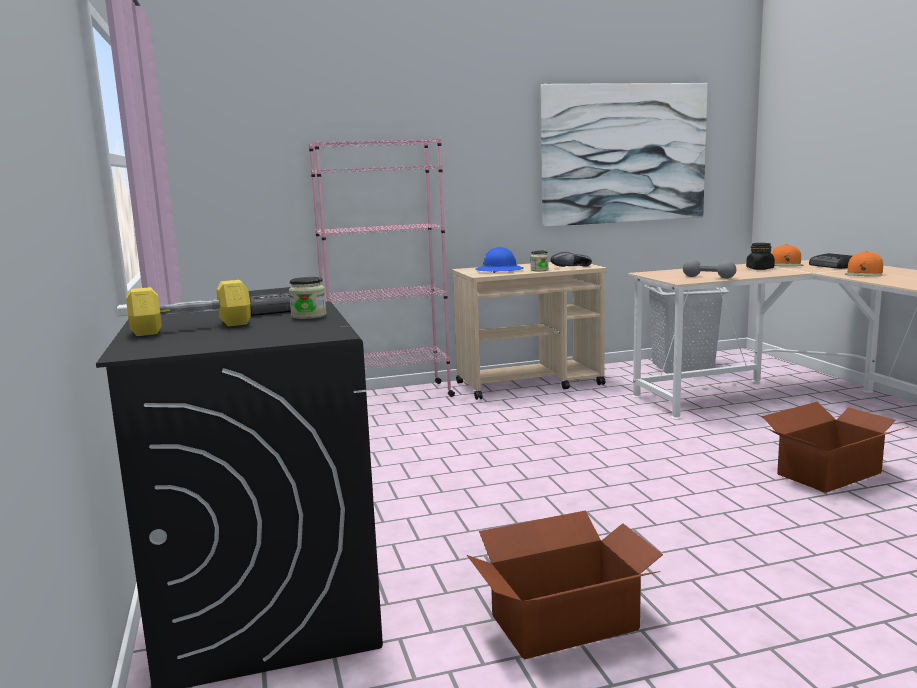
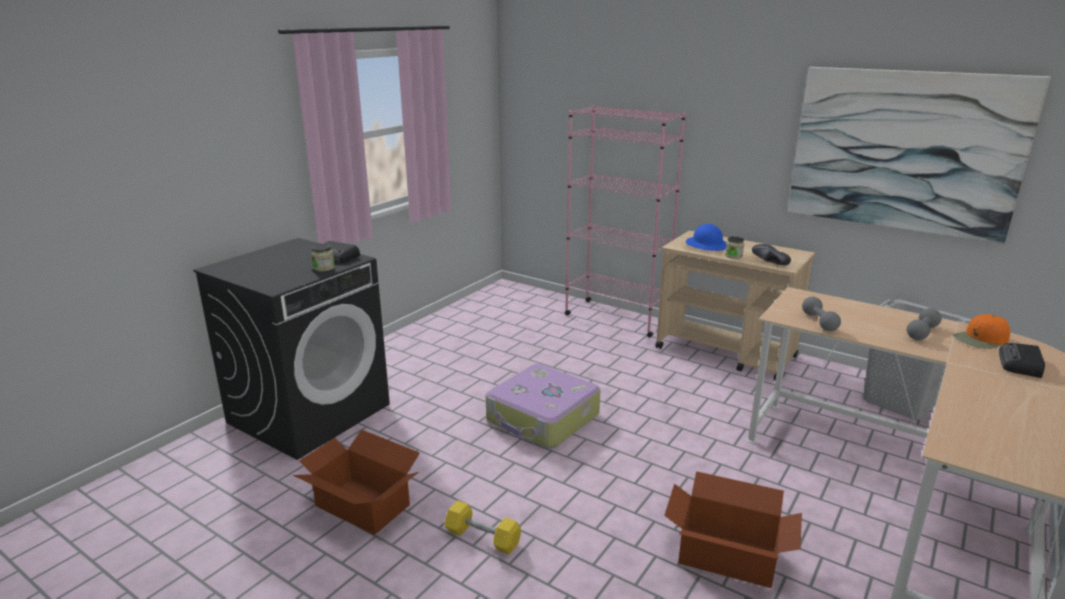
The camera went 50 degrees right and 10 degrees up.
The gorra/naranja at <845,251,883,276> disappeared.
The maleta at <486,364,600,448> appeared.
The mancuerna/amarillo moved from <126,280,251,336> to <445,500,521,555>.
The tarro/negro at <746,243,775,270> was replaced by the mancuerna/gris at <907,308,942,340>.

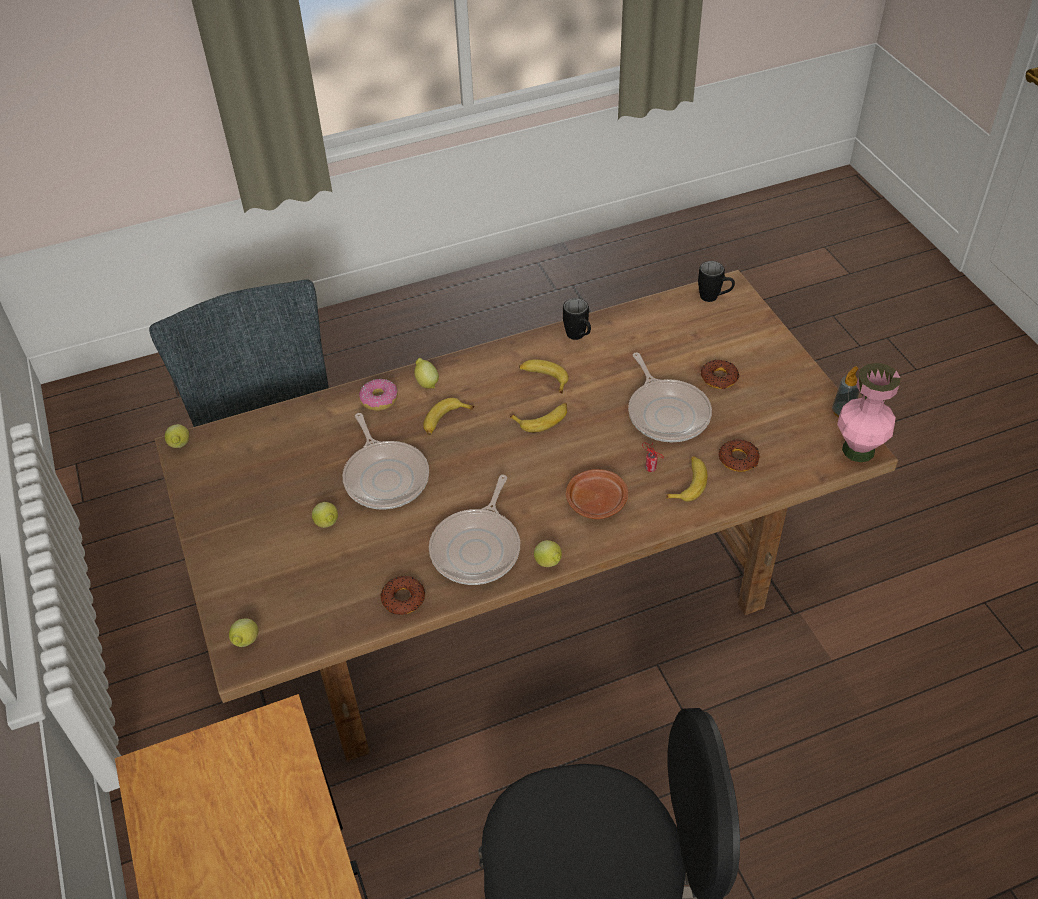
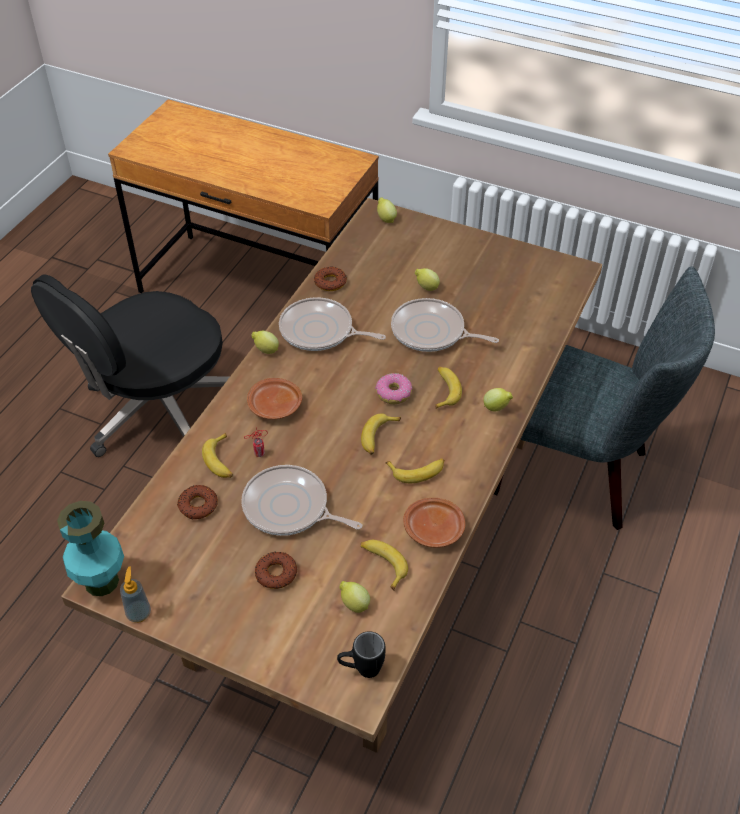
The camera went 135 degrees right and 0 degrees up.
The plátano at <361,540,408,590> appeared.
The limón moved from <165,424,189,448> to <340,581,370,613>.
The rosquilla moved from <359,379,398,411> to <375,373,412,404>.
The taza grande/negro at <563,298,591,340> was replaced by the plato/marrón at <403,498,465,548>.
The florero/rosa at <837,363,901,462> became the florero/turquesa at <57,501,124,596>.
The sartén at <429,475,520,585> turned 45 degrees counterclockwise.

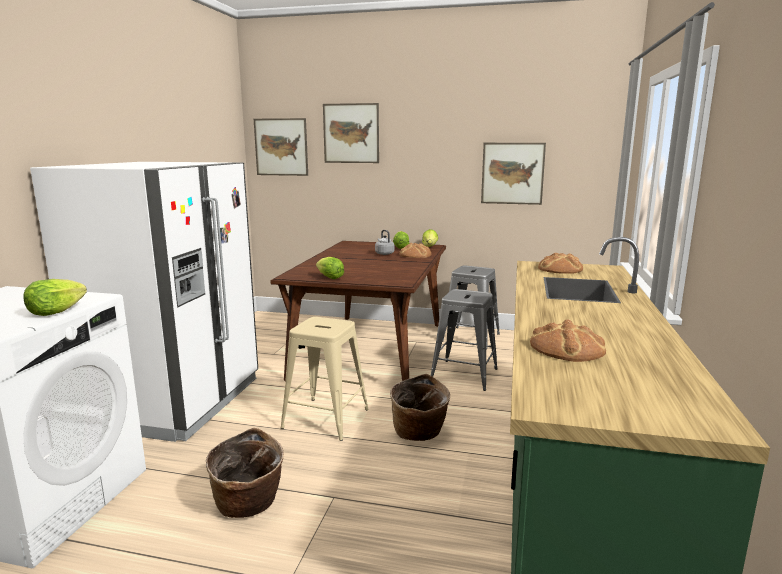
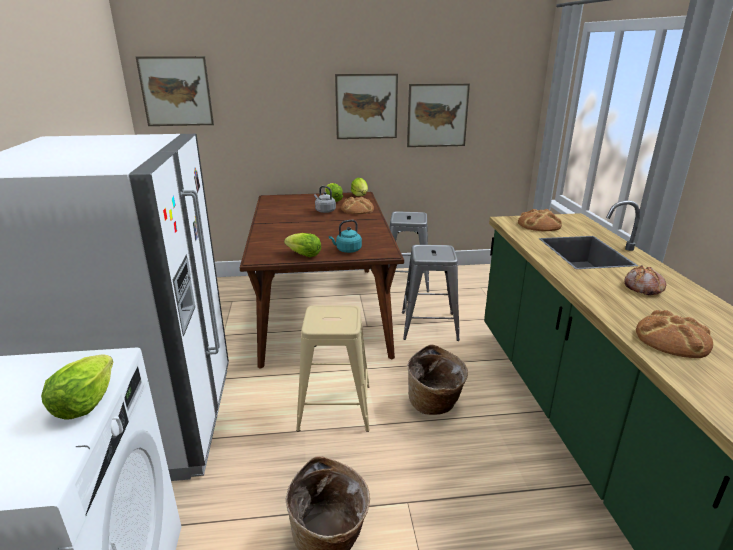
The camera went 20 degrees left and 10 degrees up.
The hervidor/turquesa at <329,220,362,253> appeared.
The pan at <625,265,666,295> appeared.
The cuadro moved from <323,103,379,163> to <335,74,398,139>.

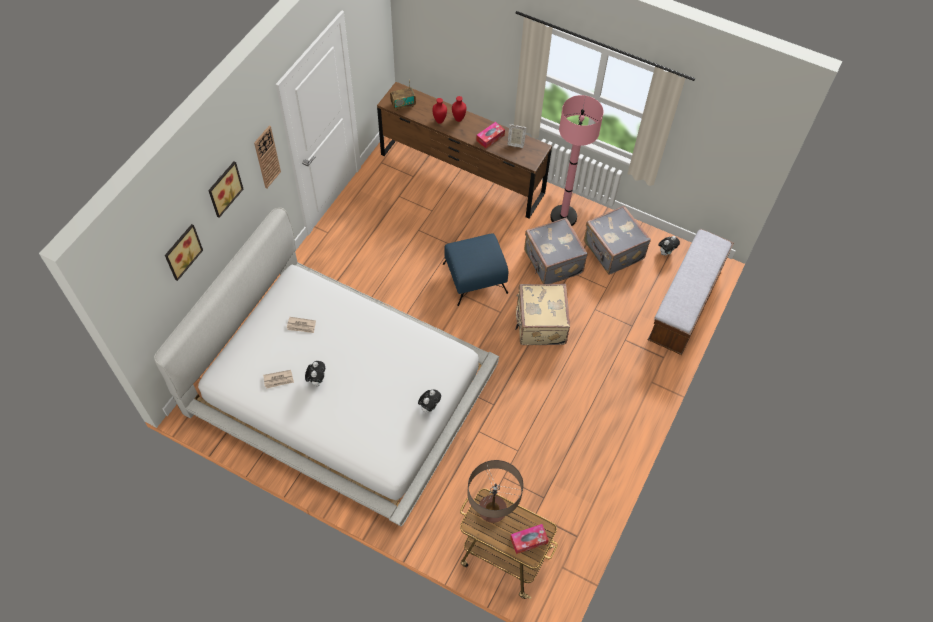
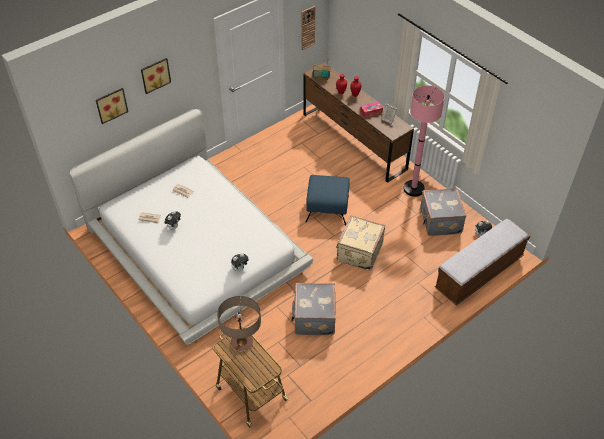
The camera went 25 degrees right and 10 degrees down.
The caja de pañuelos at <510,524,549,554> disappeared.
The reloj de pared moved from <254,126,281,188> to <302,6,316,50>.
The maleta/gris moved from <524,217,588,284> to <291,283,336,335>.

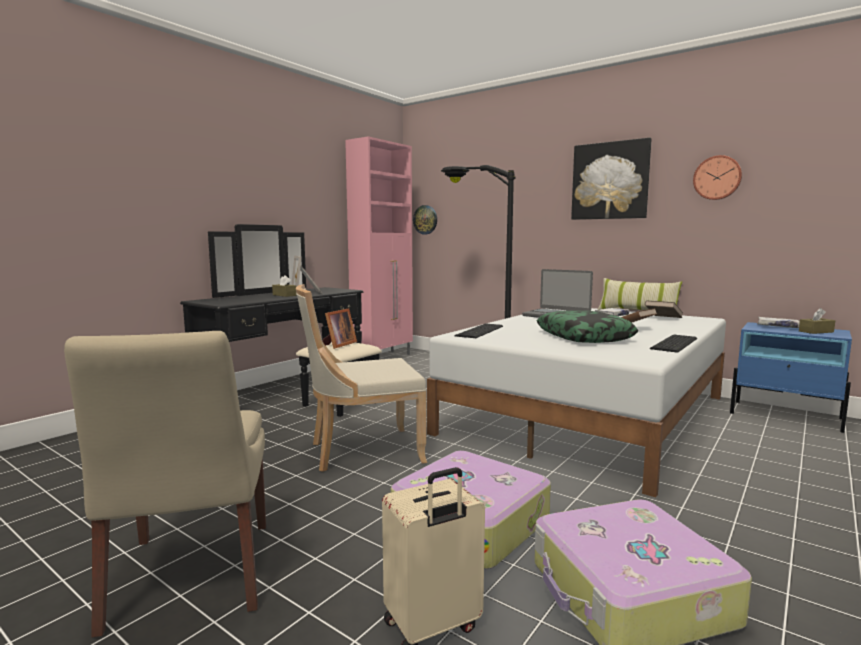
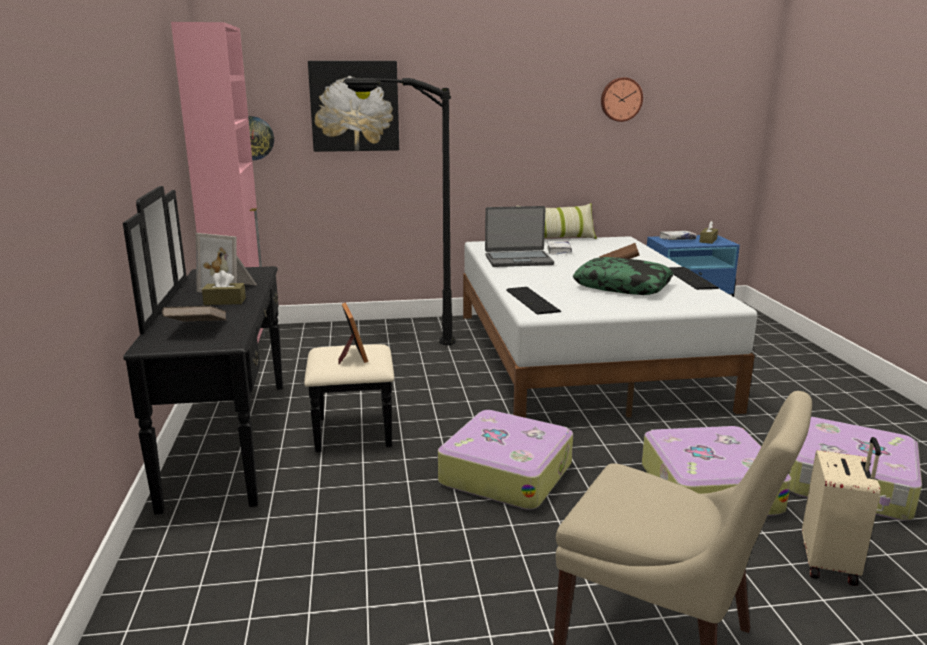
The camera went 45 degrees left and 10 degrees up.
The cuadro moved from <571,138,652,220> to <308,61,399,152>.
The libro/marrón moved from <645,300,683,318> to <162,306,227,322>.
The silla/beis at <296,284,427,472> was replaced by the maleta at <438,410,573,510>.

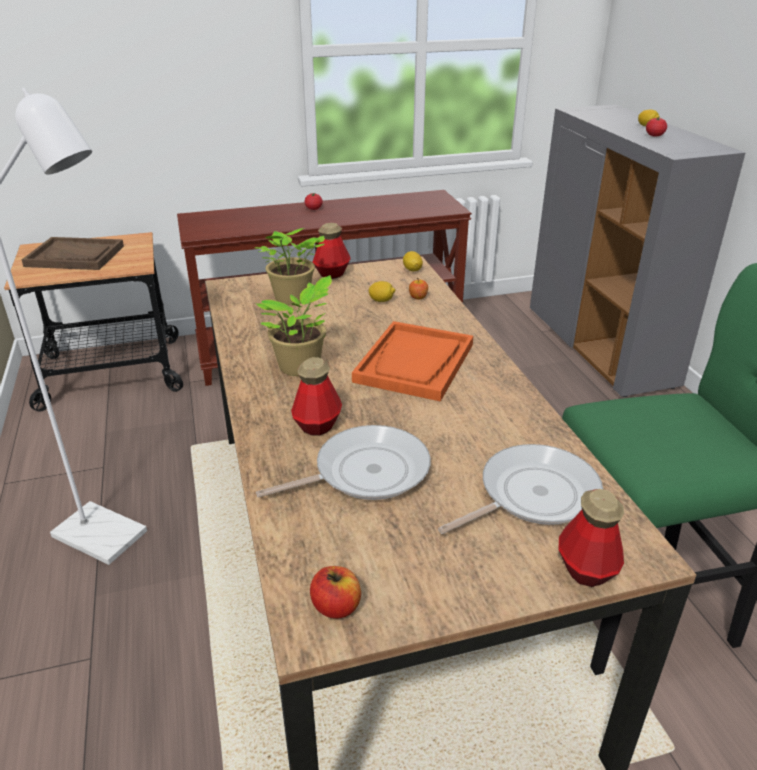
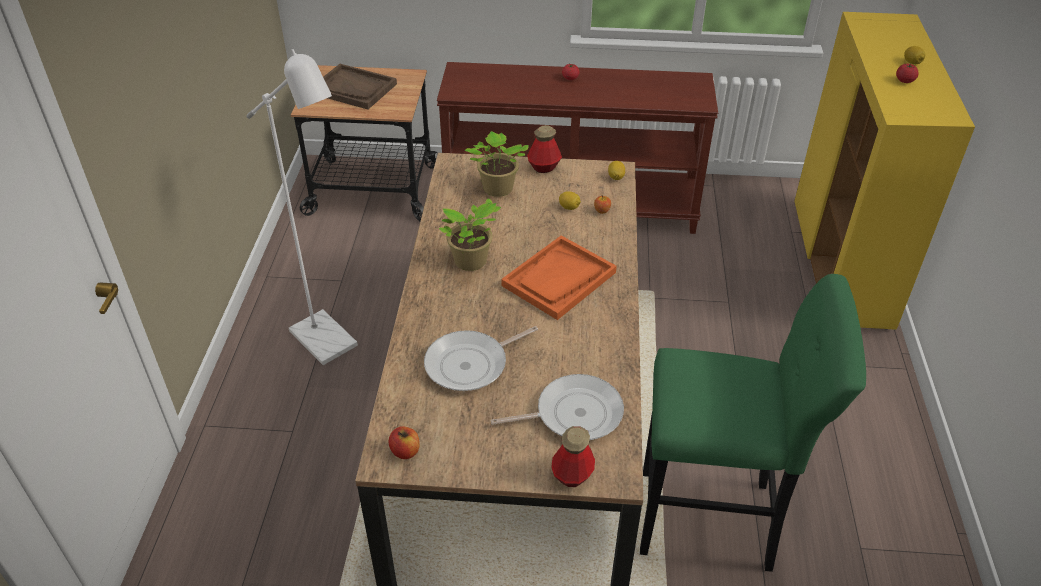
The camera went 20 degrees right and 10 degrees up.
The botella at <291,357,342,436> disappeared.
The armario/gris at <530,104,745,397> became the armario/amarillo at <794,12,975,330>.
The sartén at <256,425,431,500> turned 150 degrees clockwise.

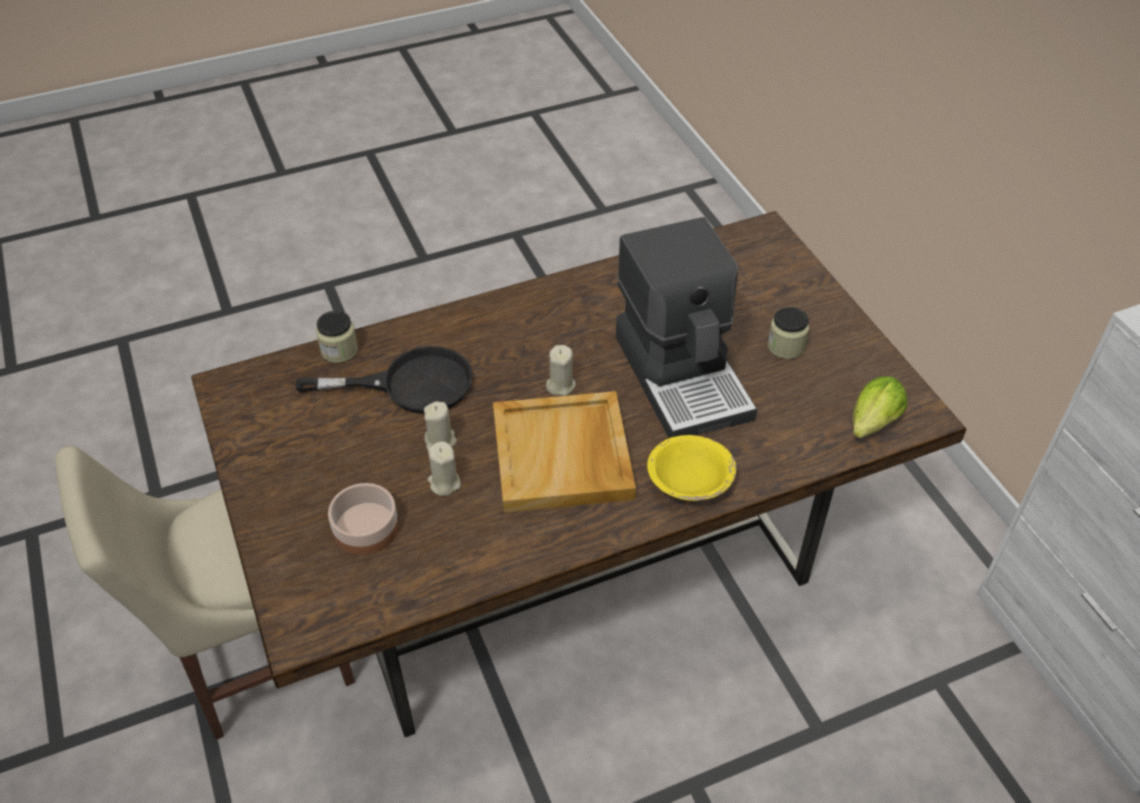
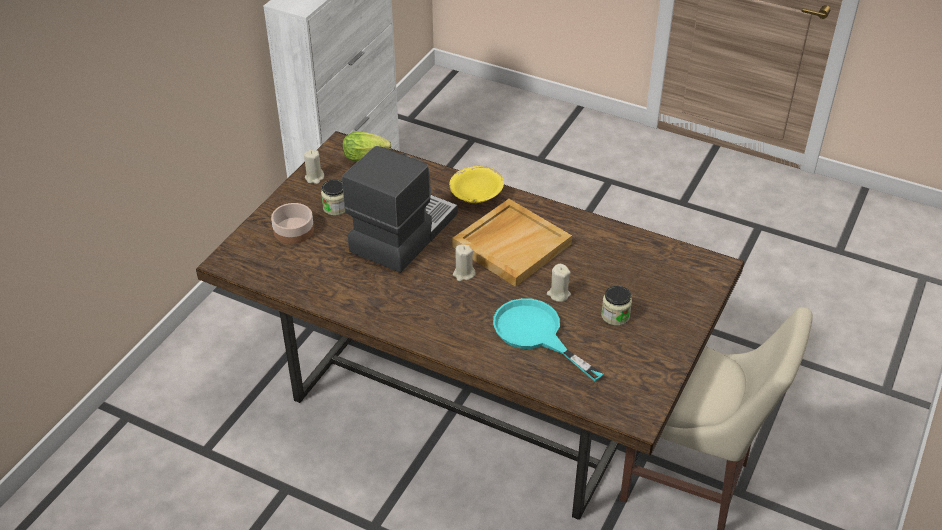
The camera went 130 degrees left and 5 degrees down.
The tarro moved from <316,311,358,363> to <601,286,632,326>.
The cuenco moved from <328,483,399,555> to <271,203,314,244>.
The vela/beis moved from <427,442,461,496> to <304,150,324,184>.
The sartén/negro at <296,346,473,414> became the sartén/turquesa at <493,298,603,381>.

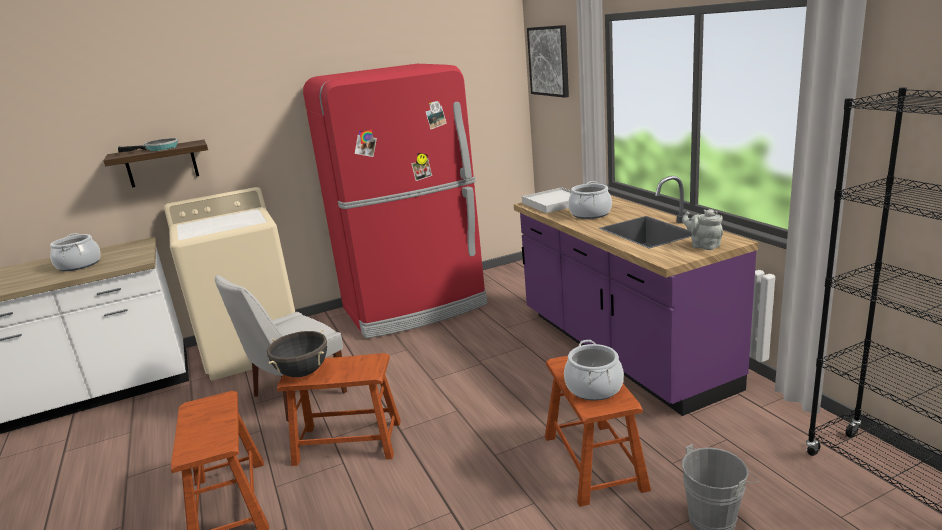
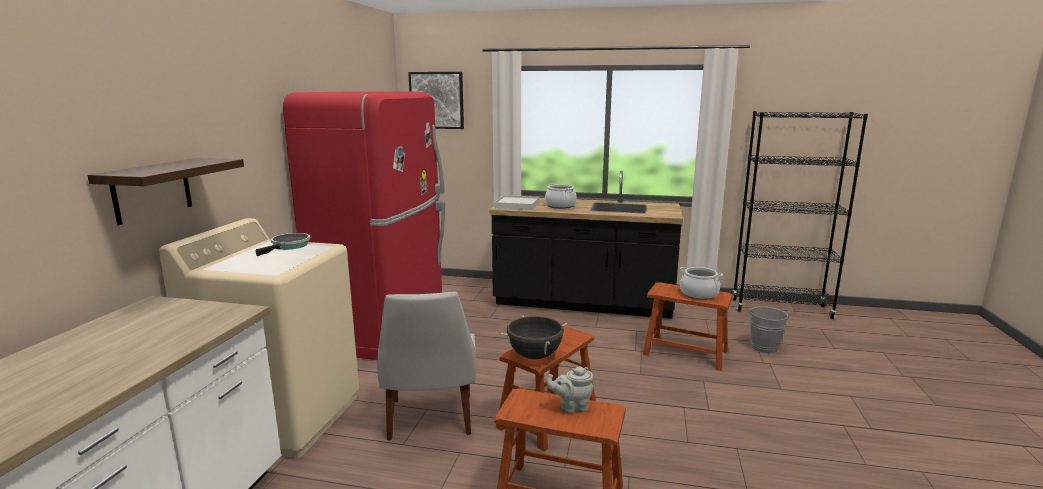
The camera went 55 degrees left and 5 degrees down.
The olla at <50,233,101,271> disappeared.
The sartén moved from <118,138,179,153> to <256,233,310,256>.
The tetera/gris moved from <682,209,723,250> to <547,367,593,413>.
The mueble bajo de cocina/morado at <514,176,759,416> became the mueble bajo de cocina/negro at <489,171,683,319>.

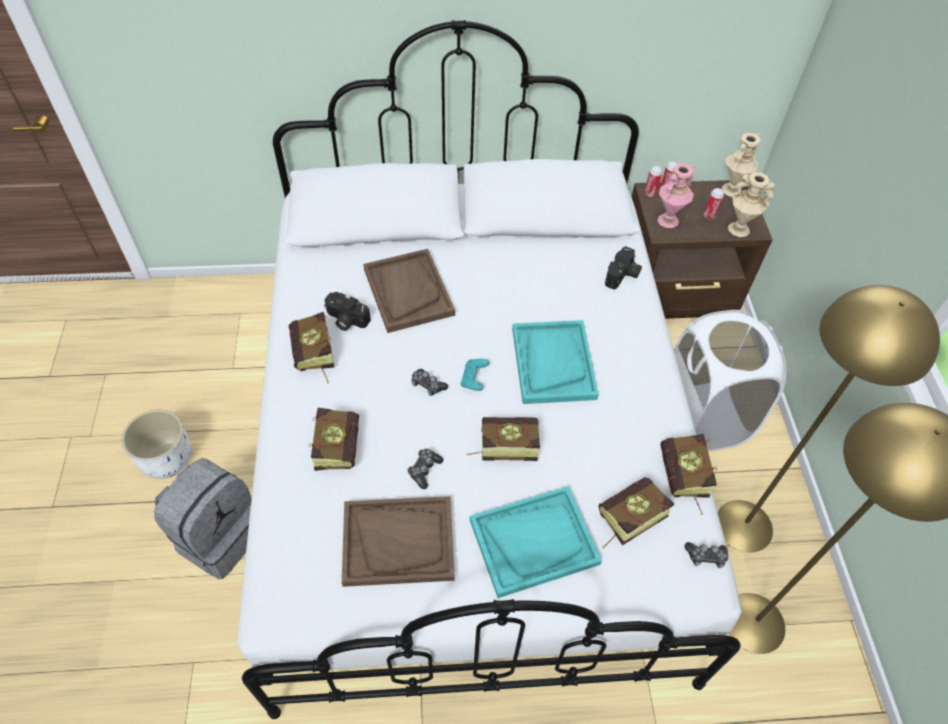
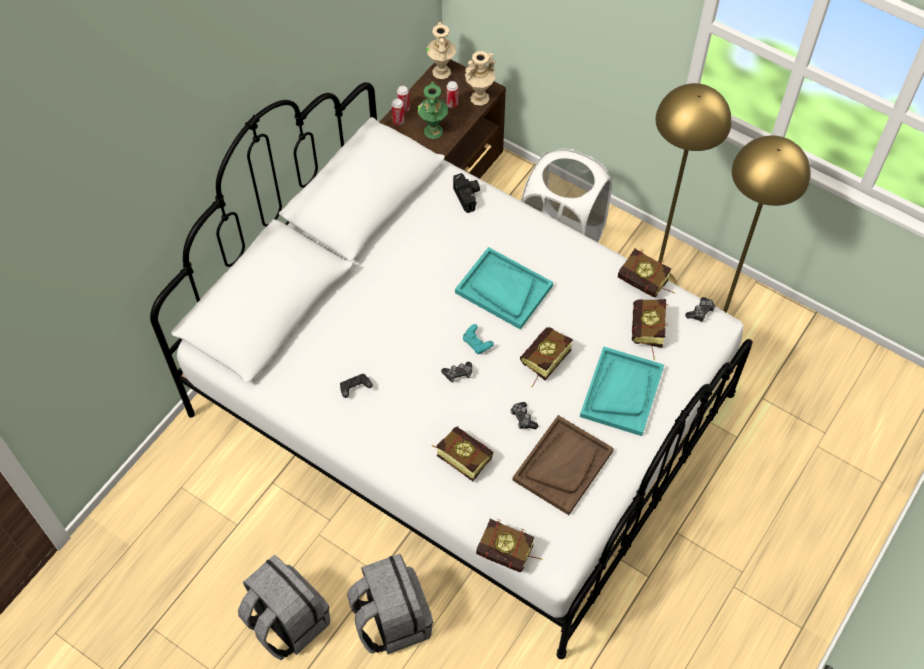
The camera went 50 degrees left and 5 degrees up.
The bandeja/marrón at <363,249,455,333> disappeared.
The libro moved from <289,312,334,383> to <476,519,542,572>.
The maceta/blanco at <122,410,191,479> was replaced by the mochila/gris at <238,554,330,660>.
The cámara at <324,292,371,331> was replaced by the mando de consola/negro at <340,374,373,398>.
The florero/rosa at <657,163,695,228> became the florero/verde at <418,82,448,139>.

